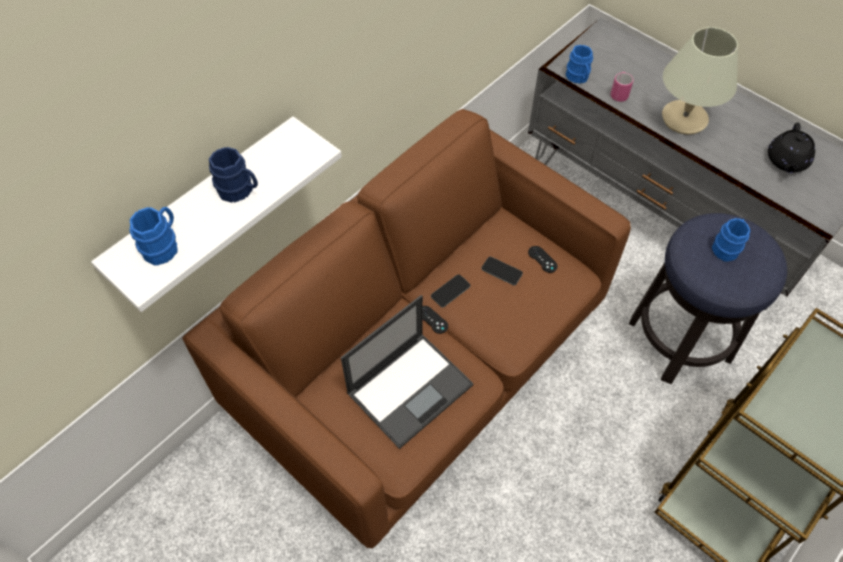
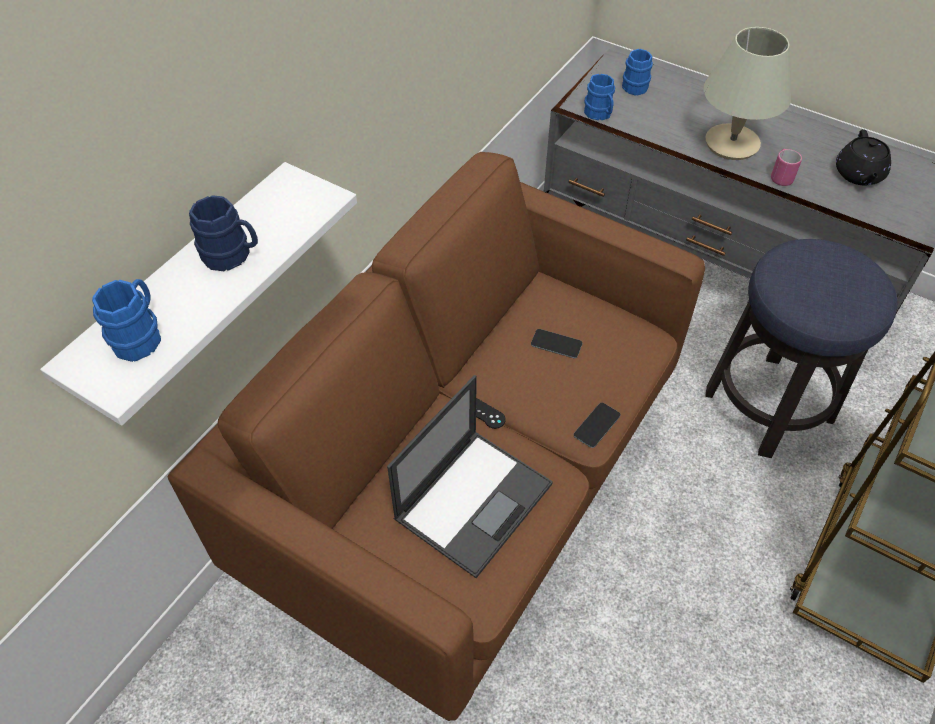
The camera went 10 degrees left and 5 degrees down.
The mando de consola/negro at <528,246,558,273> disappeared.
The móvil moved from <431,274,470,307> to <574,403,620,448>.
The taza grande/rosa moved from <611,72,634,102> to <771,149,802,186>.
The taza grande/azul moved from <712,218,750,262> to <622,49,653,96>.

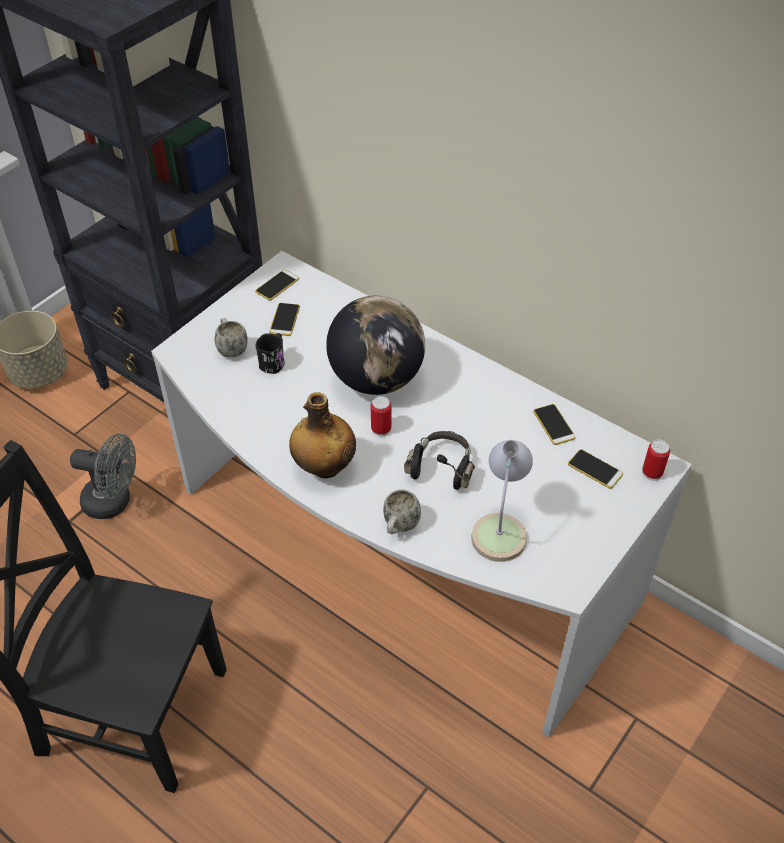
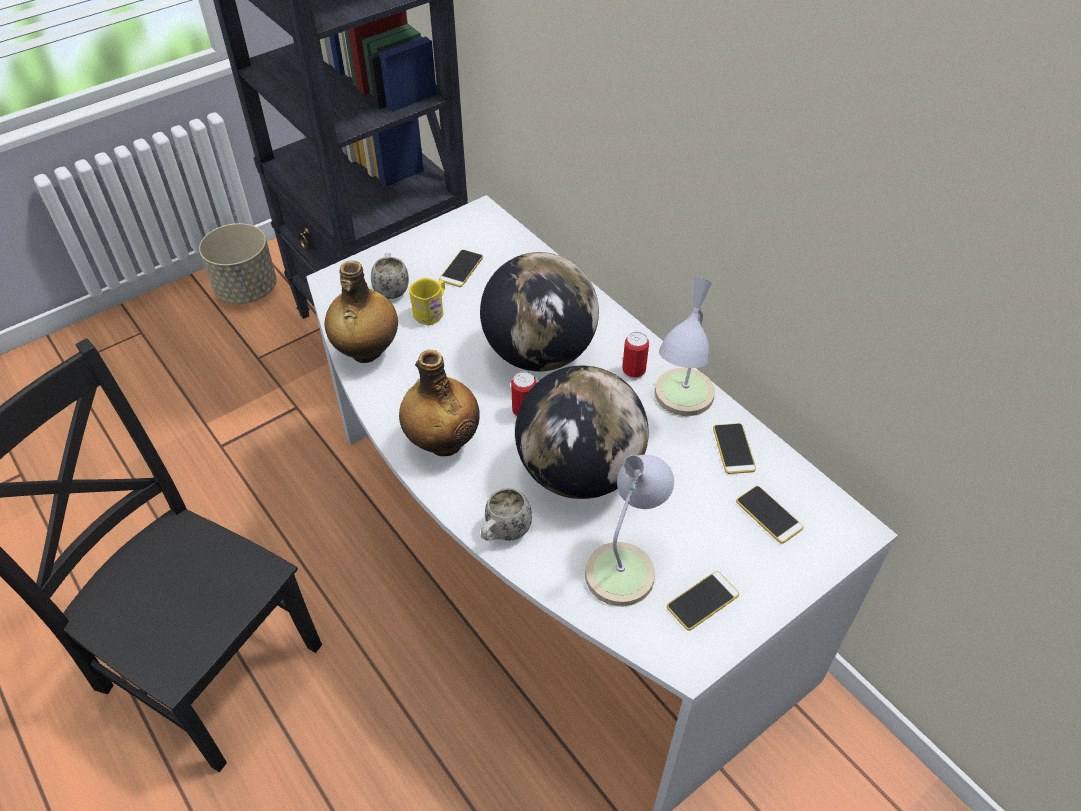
The camera went 15 degrees right and 0 degrees up.
The ventilador/gris at <70,434,136,519> disappeared.
The botella at <325,261,398,363> appeared.
The lámpara de mesa at <654,278,715,416> appeared.
The móvil moved from <255,269,299,300> to <667,571,739,630>.
The lata moved from <642,439,670,480> to <622,332,649,380>.
The auriculares/negro at <404,431,475,490> was replaced by the globo terráqueo at <515,366,649,499>.
The taza grande/negro at <255,333,285,374> became the taza grande/amarillo at <409,278,445,325>.

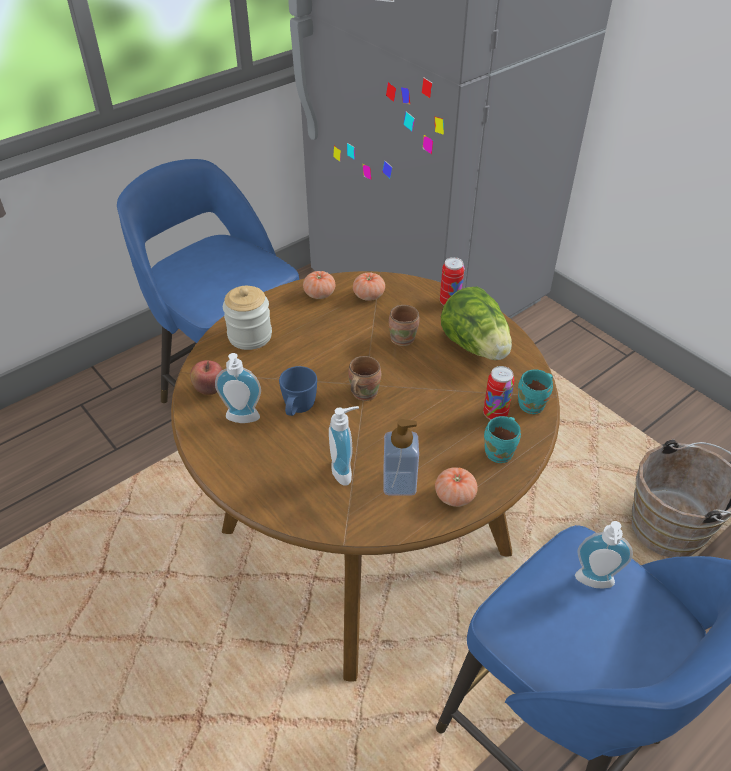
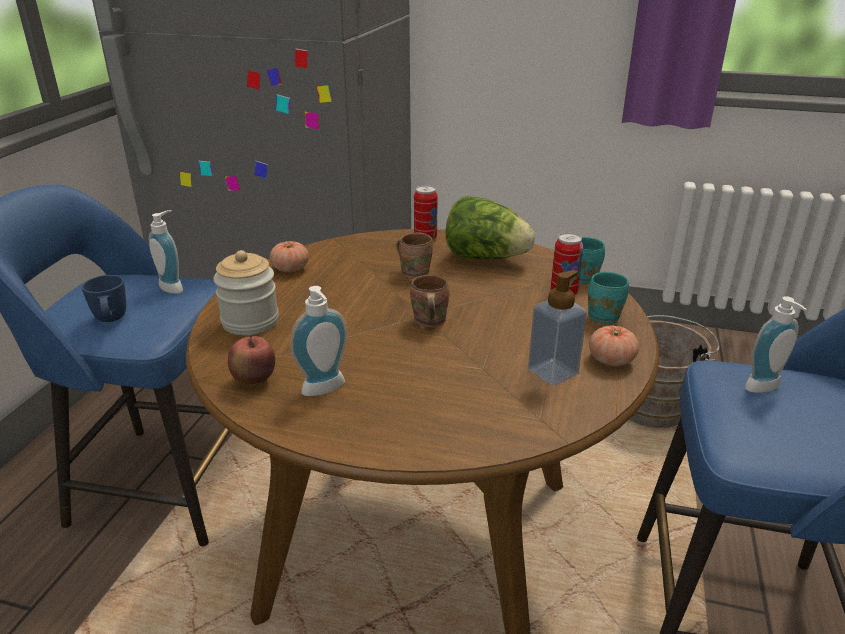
The camera went 35 degrees left and 15 degrees down.
The tomate at <353,272,385,301> disappeared.
The taza grande/azul moved from <279,366,317,416> to <82,275,126,322>.
The dispensador de jabón moved from <329,406,359,486> to <149,210,183,294>.

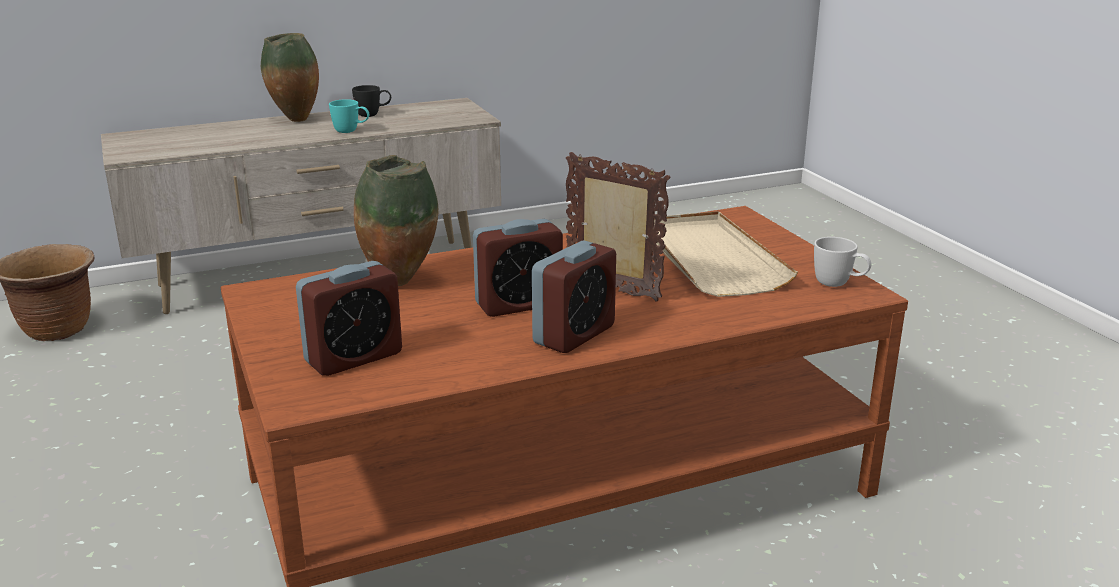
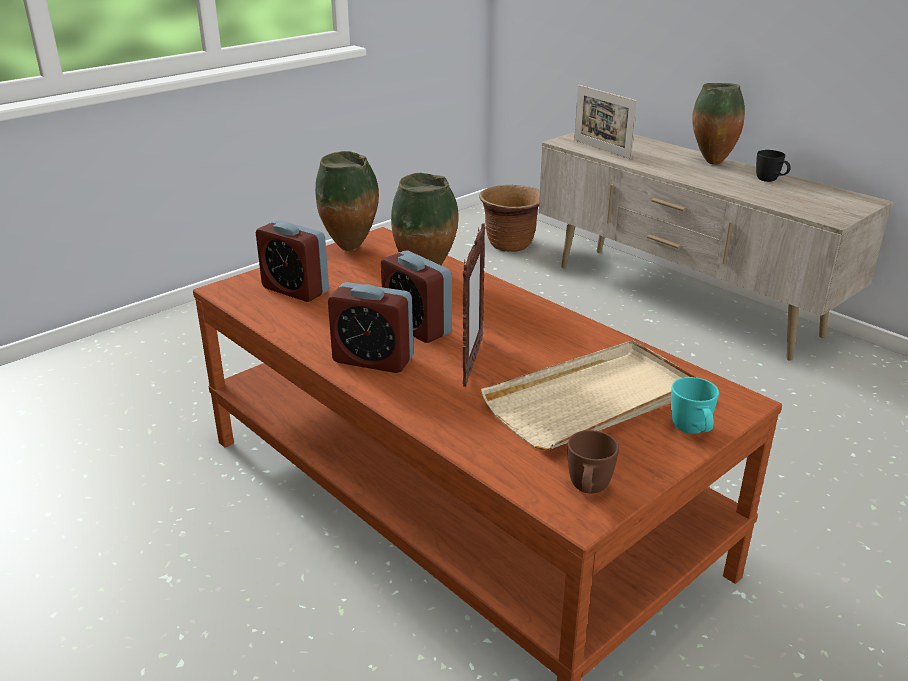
The camera went 70 degrees right and 5 degrees up.
The florero at <315,151,379,251> appeared.
The portarretratos at <574,85,637,159> appeared.
The taza grande/turquesa moved from <329,99,369,133> to <671,377,719,434>.
The taza grande/blanco at <814,237,872,287> became the taza grande/marrón at <567,430,619,493>.

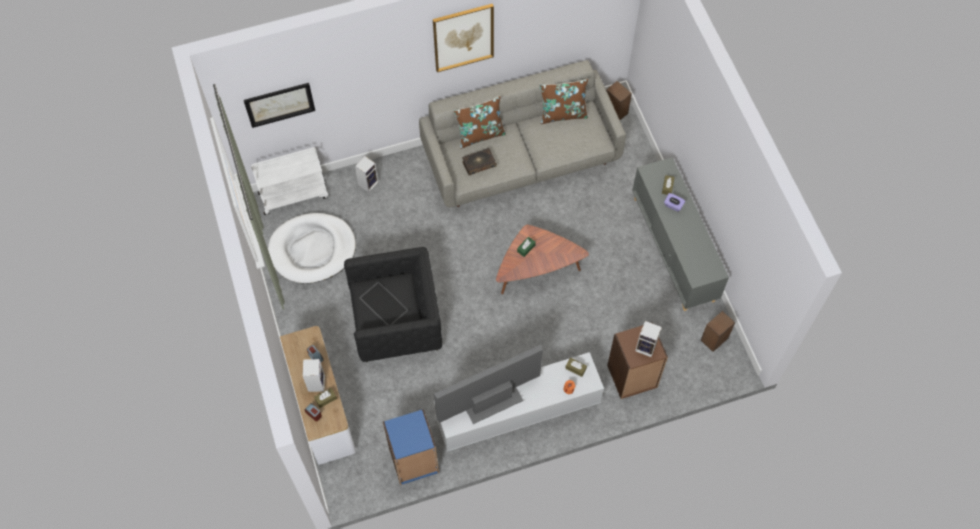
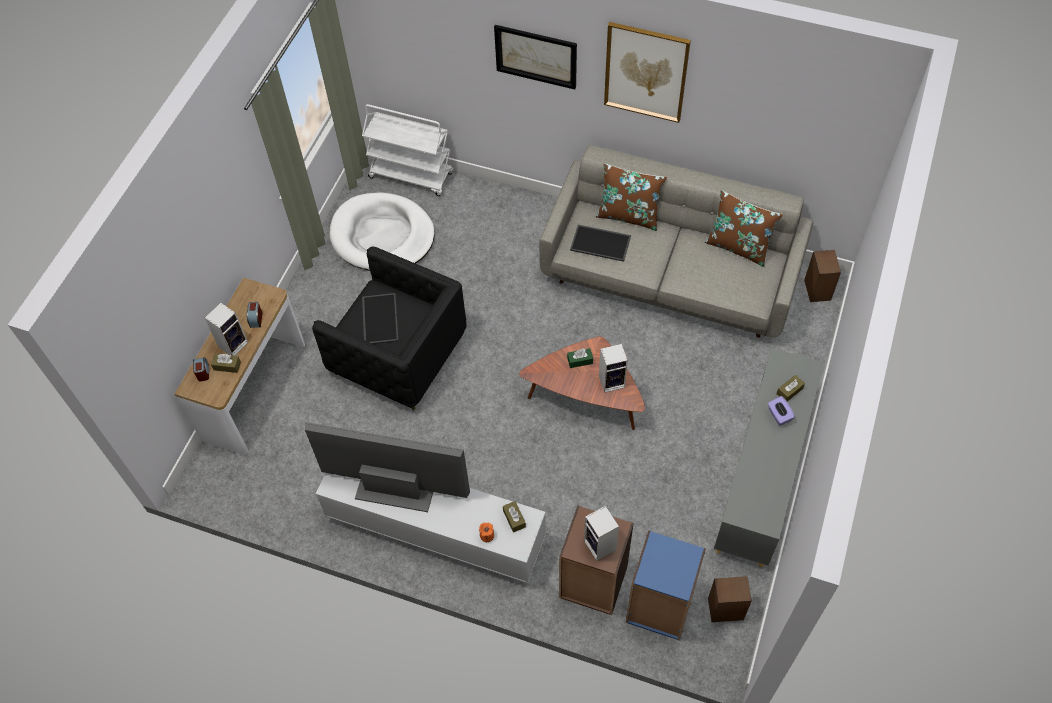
The camera went 40 degrees right and 5 degrees down.
The cuadro moved from <244,83,315,128> to <494,25,577,90>.
The altavoz moved from <355,156,378,192> to <599,344,628,393>.
The estantería/azul moved from <383,409,439,485> to <626,530,706,640>.
The libro at <462,148,497,175> was replaced by the bandeja at <570,225,631,262>.

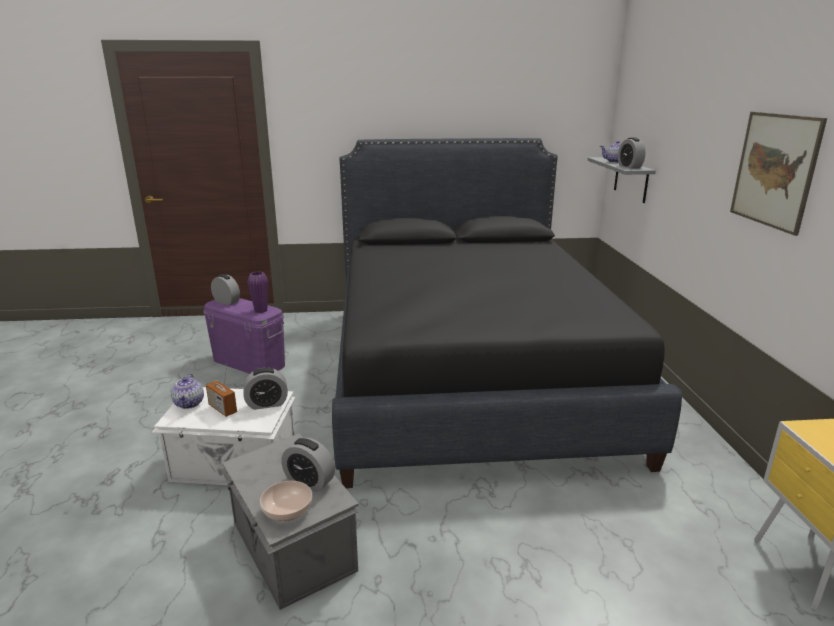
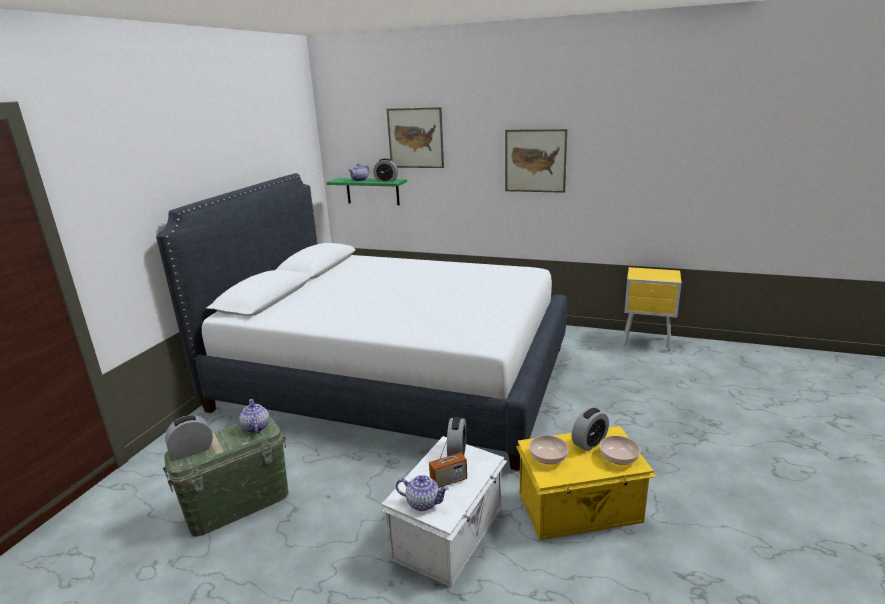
The camera went 65 degrees left and 0 degrees up.
The cuadro at <387,107,444,168> appeared.
The cuenco at <529,435,569,464> appeared.
The florero/morado at <248,272,268,313> was replaced by the tetera at <239,399,269,433>.
The caja de almacenaje/morado at <204,298,285,374> became the caja de almacenaje/verde at <163,417,289,537>.
The caja de almacenaje/gris at <219,434,359,610> became the caja de almacenaje/amarillo at <516,426,656,540>.
The cama/negro at <332,138,682,488> became the cama/blanco at <156,173,567,471>.
The estante/gris at <588,157,656,203> became the estante/verde at <327,178,407,205>.

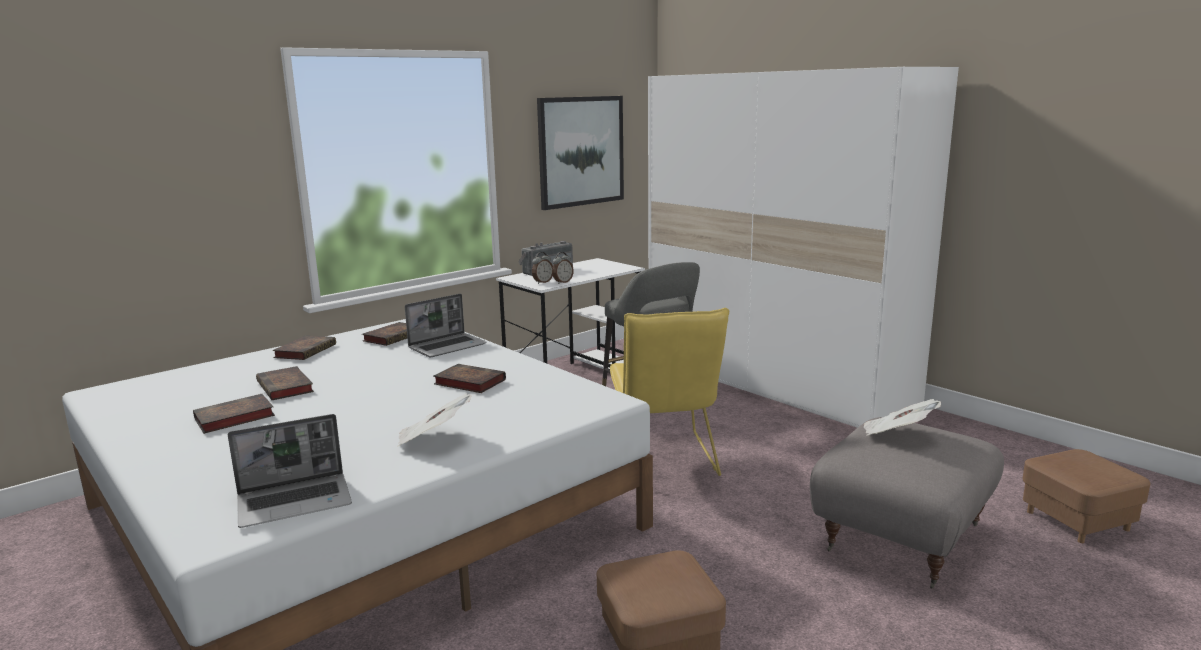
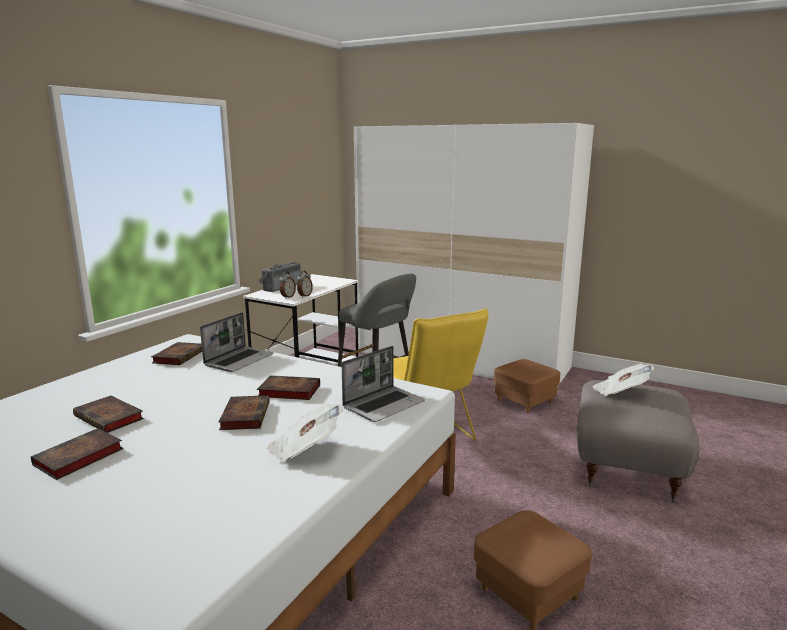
The camera went 20 degrees left and 0 degrees up.
The cuadro at <537,96,624,210> disappeared.
The portátil moved from <228,414,352,528> to <342,346,425,422>.
The libro moved from <273,335,336,360> to <218,395,270,430>.
The puf/marrón moved from <1023,449,1151,543> to <494,359,560,413>.

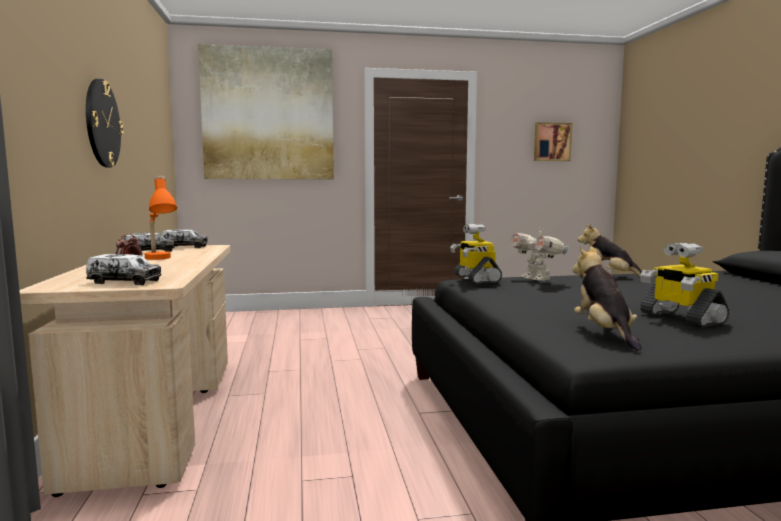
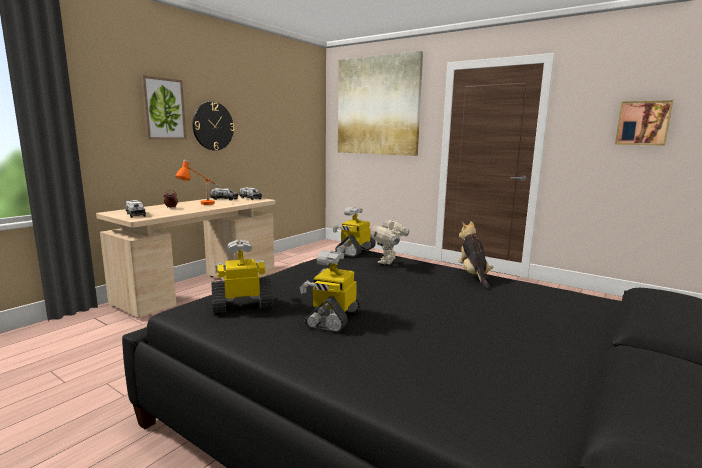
The camera went 45 degrees right and 5 degrees up.
The cuadro at <141,75,186,140> appeared.
The peluche at <572,246,642,351> was replaced by the robot de juguete at <211,240,273,313>.

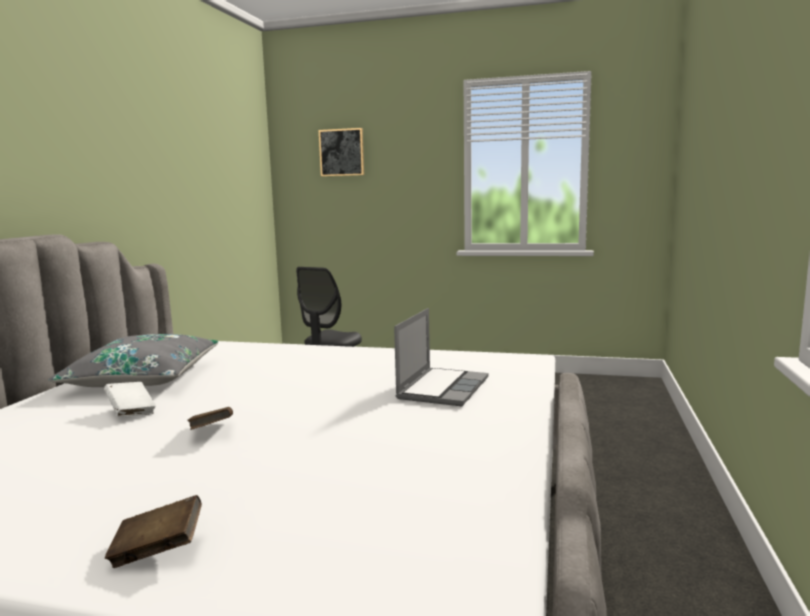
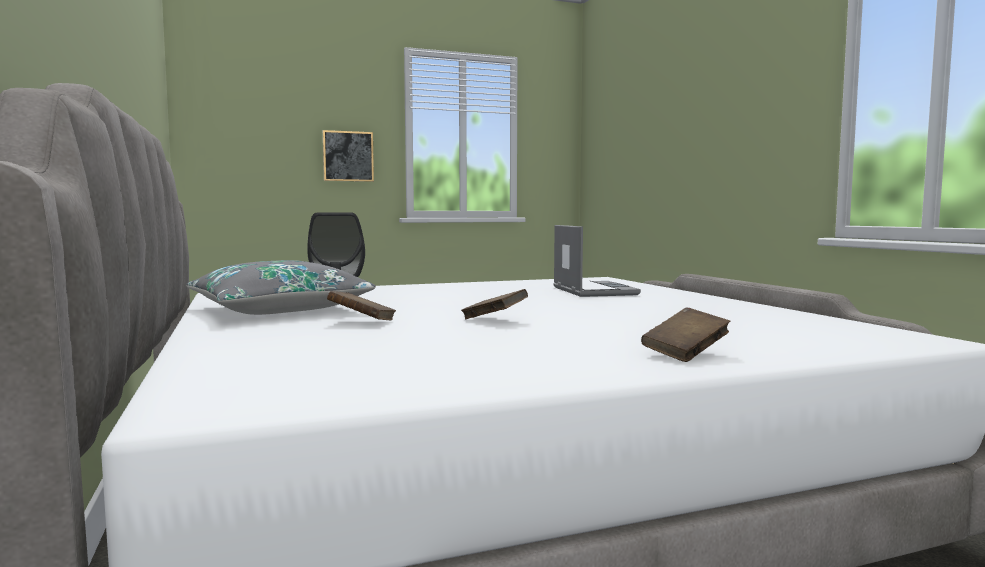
The camera went 35 degrees left and 5 degrees down.
The cuadro moved from <319,128,364,176> to <323,130,374,182>.
The libro/blanco at <104,382,156,417> became the libro/marrón at <327,291,396,320>.

